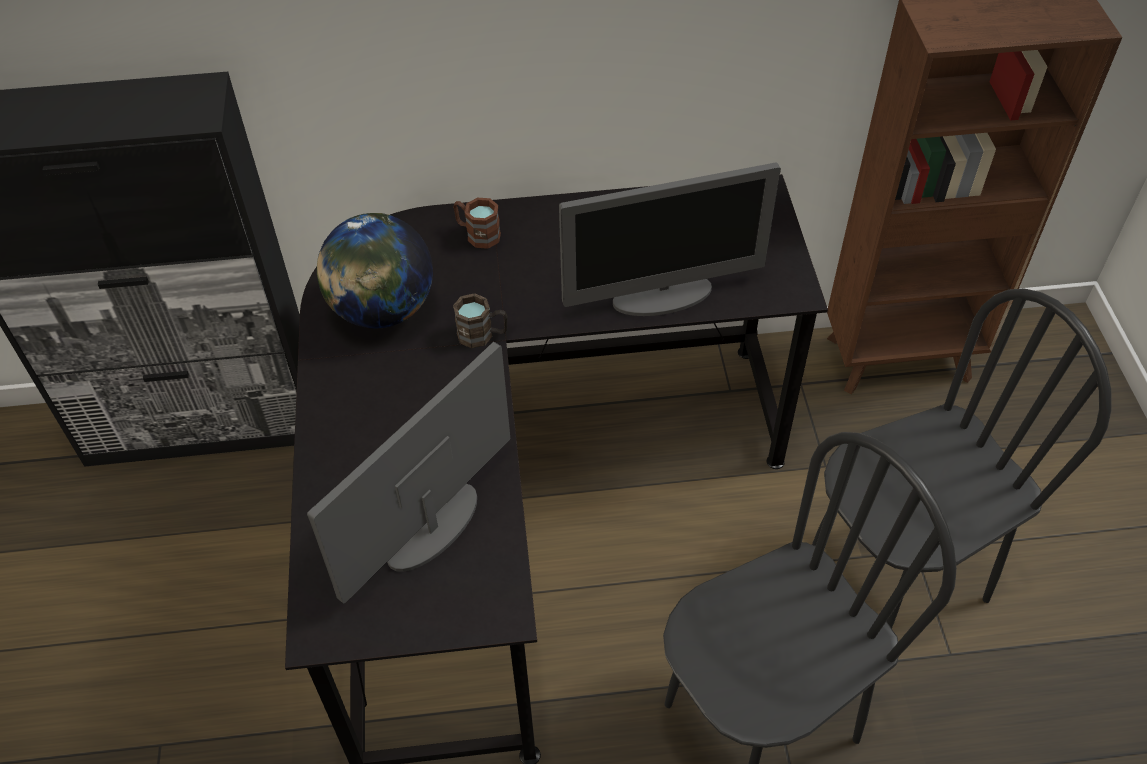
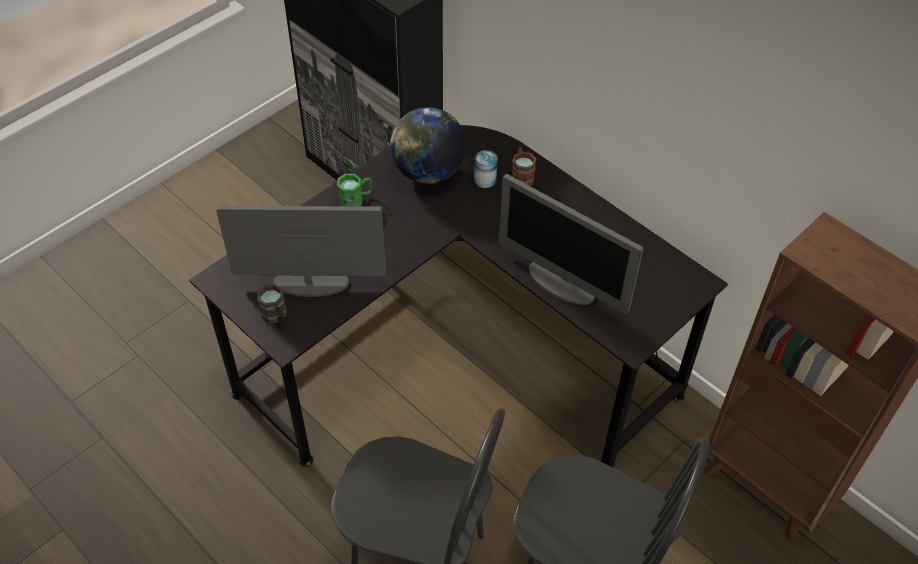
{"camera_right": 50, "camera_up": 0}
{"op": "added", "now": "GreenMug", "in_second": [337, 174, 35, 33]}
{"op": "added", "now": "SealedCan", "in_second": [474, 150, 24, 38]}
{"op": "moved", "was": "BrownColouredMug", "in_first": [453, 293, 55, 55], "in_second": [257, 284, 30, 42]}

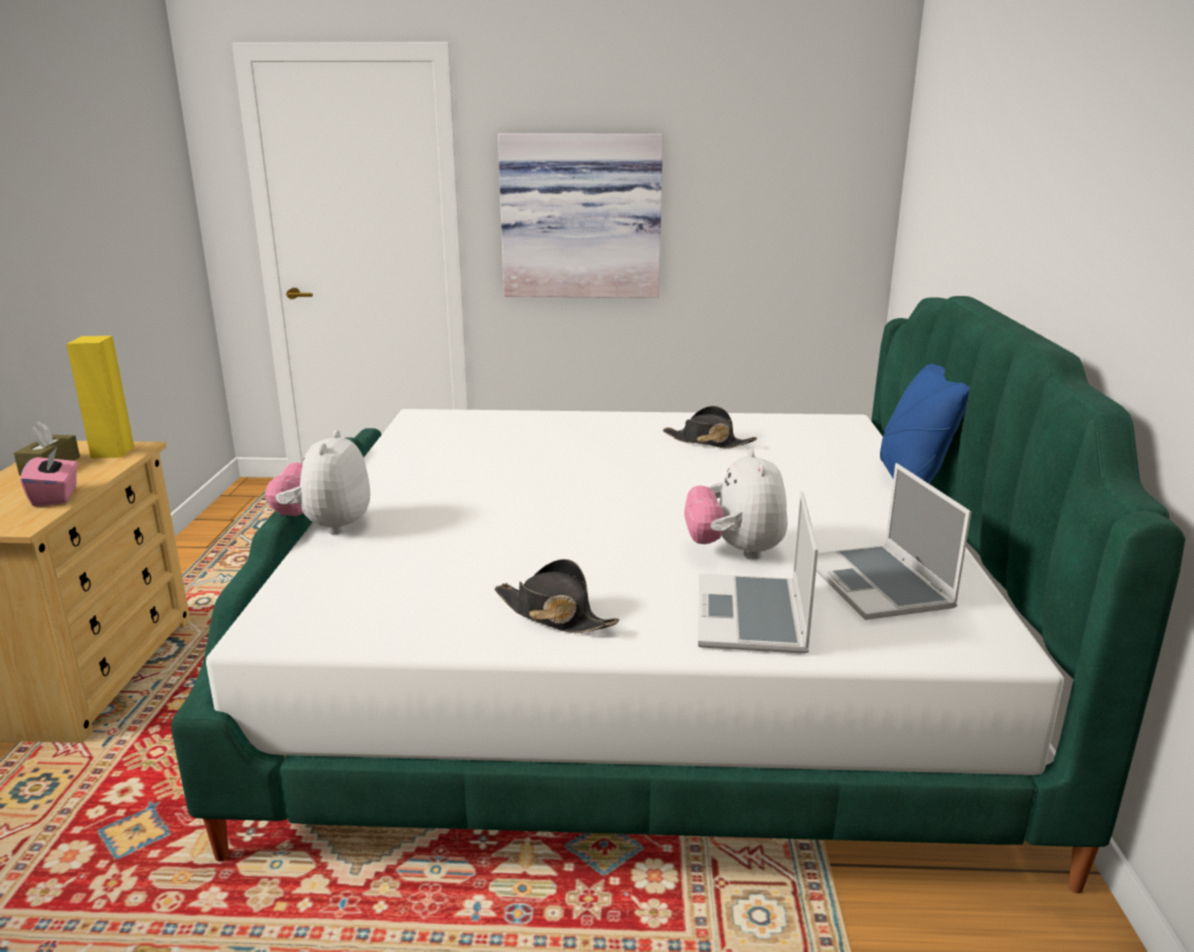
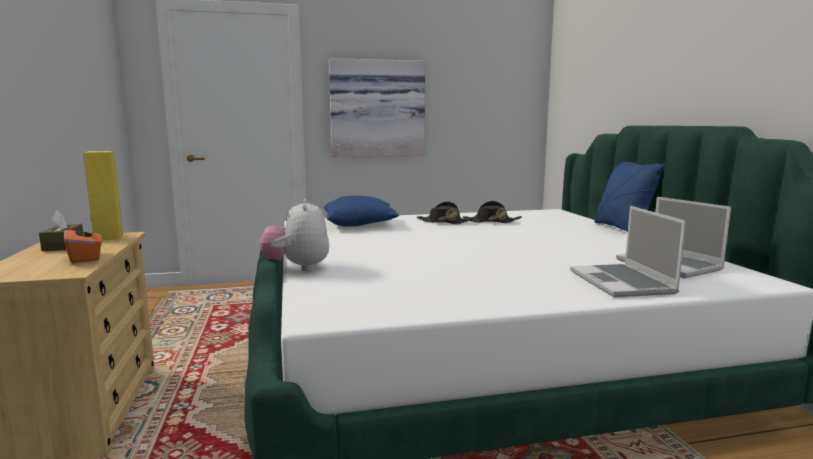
{"camera_right": -15, "camera_up": -10}
{"op": "removed", "was": "SoftToy", "in_first": [684, 449, 104, 111]}
{"op": "added", "now": "BlueThrowPillow", "in_second": [324, 196, 75, 31]}
{"op": "moved", "was": "BlackishHat", "in_first": [494, 559, 125, 74], "in_second": [416, 201, 58, 23]}
{"op": "recoloured", "was": "PinkBoxOfTissues", "now": "OrangeBoxOfTissues", "in_first": [20, 447, 58, 60], "in_second": [64, 222, 38, 41]}

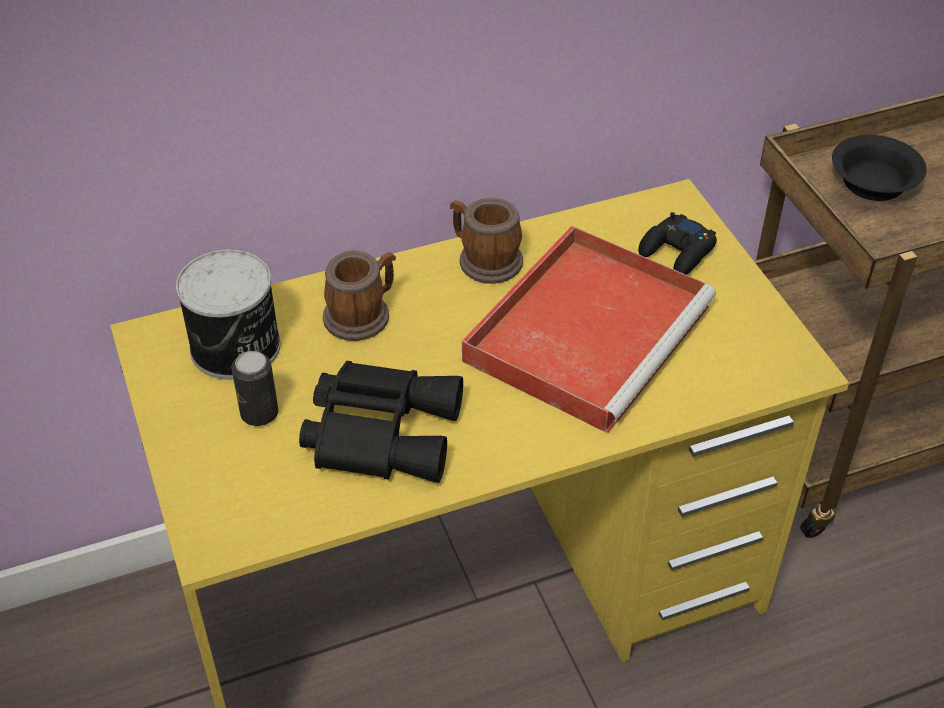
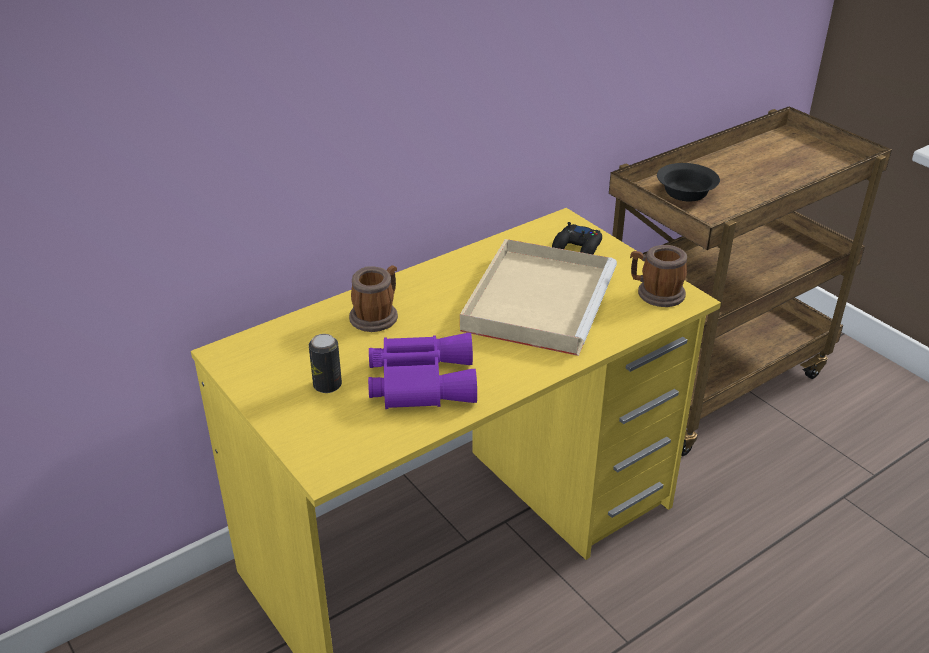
{"camera_right": -15, "camera_up": -10}
{"op": "removed", "was": "SealedCan", "in_first": [176, 250, 105, 130]}
{"op": "moved", "was": "Mug", "in_first": [450, 198, 73, 86], "in_second": [630, 245, 57, 62]}
{"op": "recoloured", "was": "BlackishBinoculars", "now": "PurplishBinoculars", "in_first": [299, 361, 164, 122], "in_second": [368, 333, 109, 76]}
{"op": "recoloured", "was": "ReddishServingTray", "now": "BeigeColouredServingTray", "in_first": [462, 226, 254, 207], "in_second": [460, 239, 157, 117]}

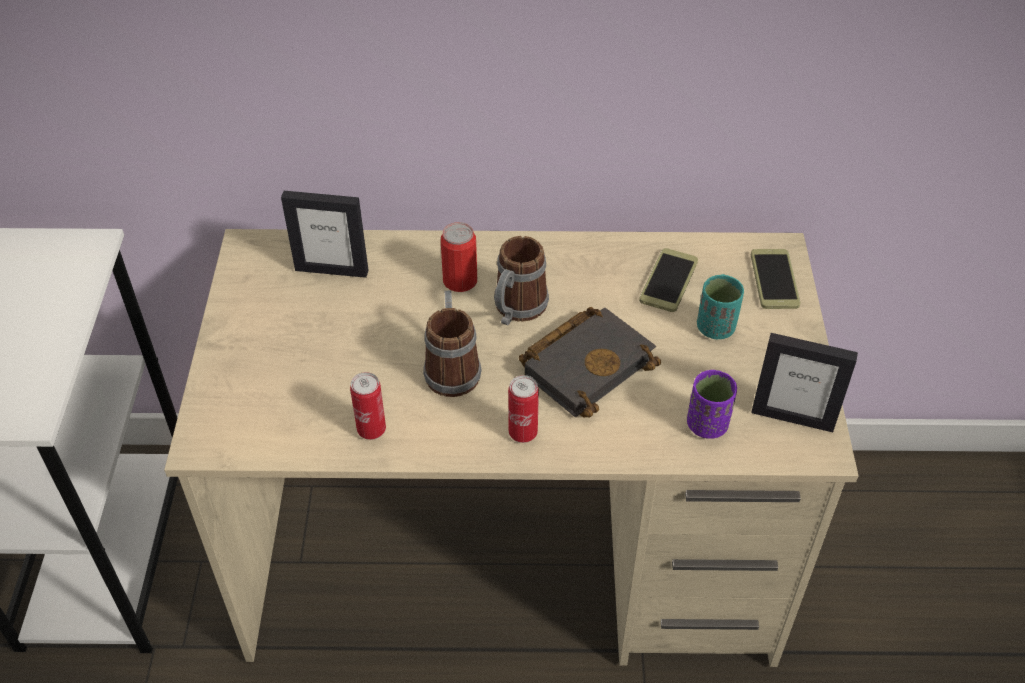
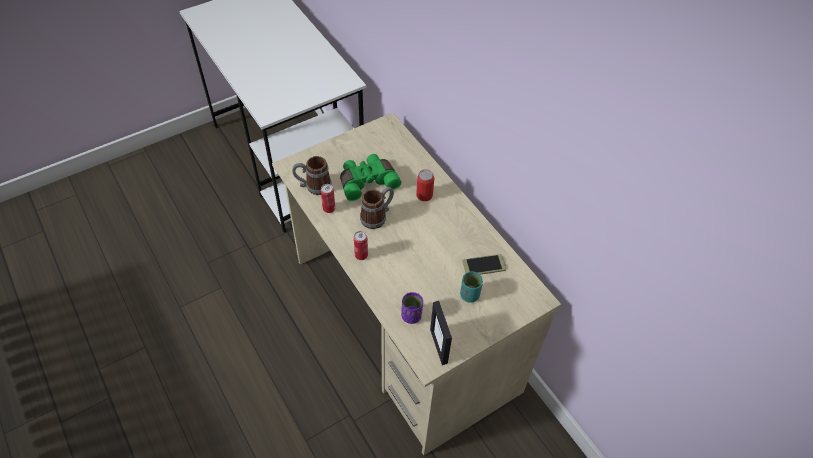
{"camera_right": 55, "camera_up": 5}
{"op": "removed", "was": "PictureFrame", "in_first": [281, 191, 88, 87]}
{"op": "removed", "was": "BlackishBook", "in_first": [519, 307, 142, 110]}
{"op": "removed", "was": "Handset", "in_first": [751, 249, 49, 60]}
{"op": "added", "now": "GreenBinoculars", "in_second": [340, 154, 61, 47]}
{"op": "moved", "was": "Mug", "in_first": [494, 236, 55, 89], "in_second": [292, 156, 40, 39]}

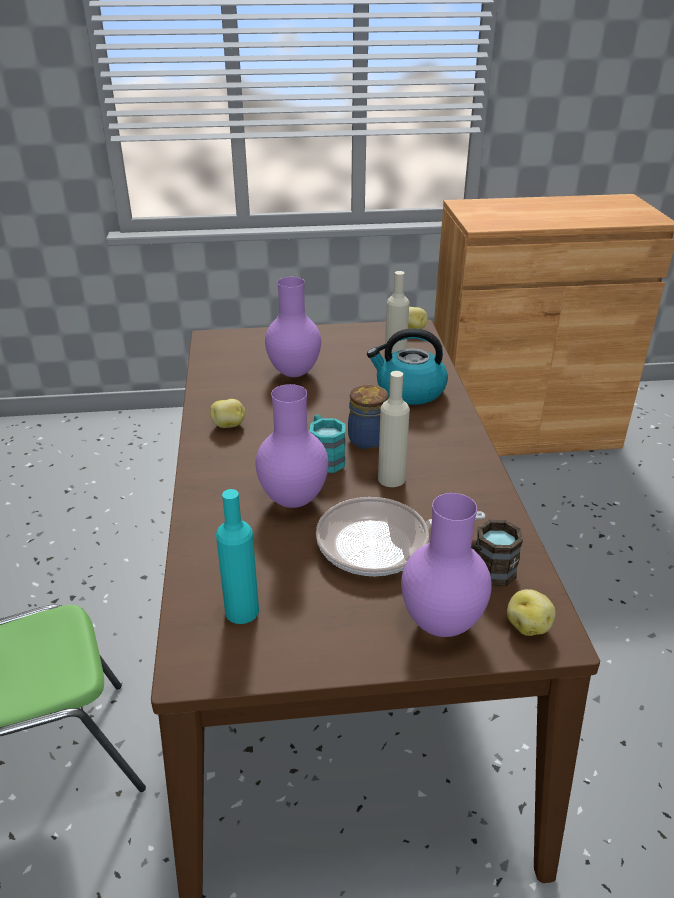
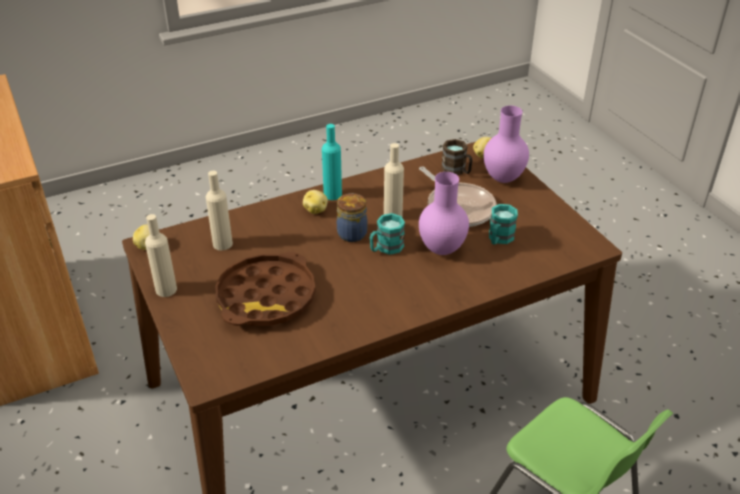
{"camera_right": -110, "camera_up": 5}
{"op": "removed", "was": "WaterKettle", "in_first": [367, 328, 81, 77]}
{"op": "added", "now": "BeigeColouredBottle", "in_second": [145, 214, 32, 83]}
{"op": "added", "now": "TurquoiseColouredMug", "in_second": [489, 204, 29, 41]}
{"op": "moved", "was": "Spud", "in_first": [210, 399, 36, 29], "in_second": [303, 190, 25, 24]}
{"op": "moved", "was": "TurquoiseColouredBottle", "in_first": [216, 489, 43, 135], "in_second": [322, 124, 20, 76]}
{"op": "replaced", "was": "PurplishFlowerVase", "now": "BrownColouredServingTray", "in_first": [265, 277, 56, 100], "in_second": [216, 252, 99, 74]}

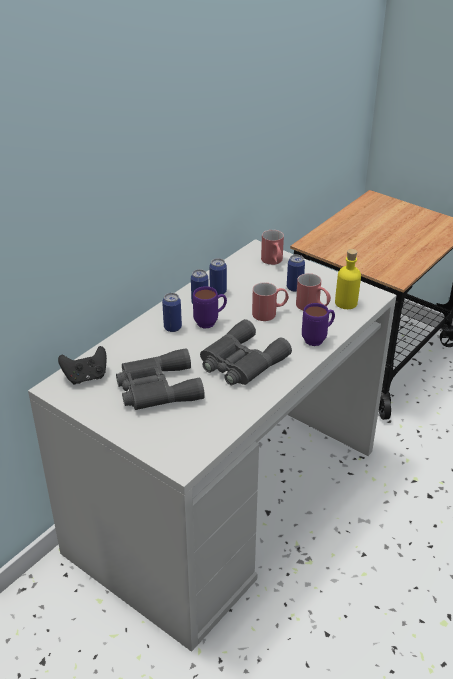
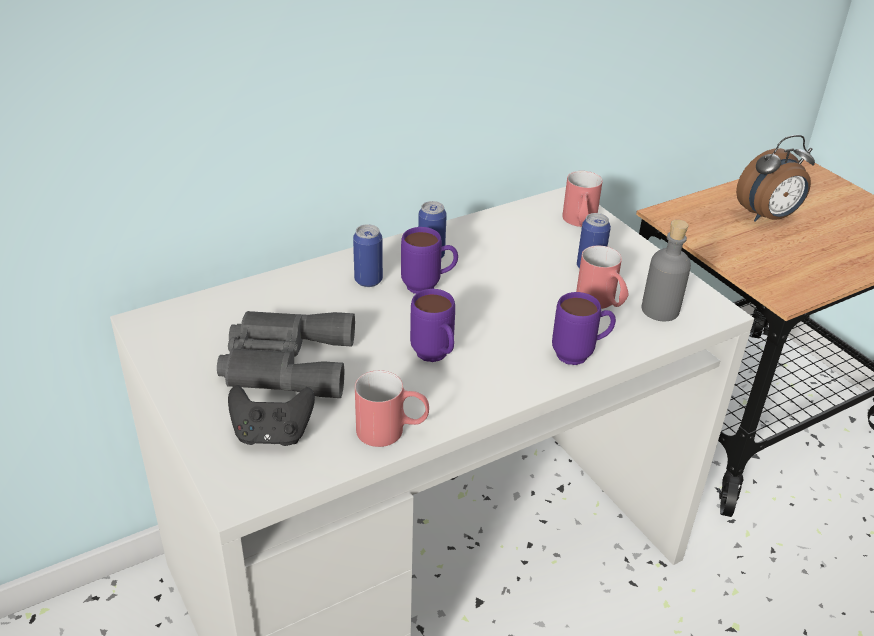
{"camera_right": 20, "camera_up": 0}
{"op": "removed", "was": "SealedCan", "in_first": [209, 258, 18, 37]}
{"op": "added", "now": "BedsideClock", "in_second": [736, 135, 79, 87]}
{"op": "moved", "was": "BlackishGameController", "in_first": [58, 346, 49, 39], "in_second": [228, 385, 87, 61]}
{"op": "moved", "was": "ReddishMug", "in_first": [252, 282, 37, 39], "in_second": [355, 370, 74, 77]}
{"op": "replaced", "was": "GrayBinoculars", "now": "PurplishMug", "in_first": [200, 319, 92, 66], "in_second": [410, 289, 45, 73]}
{"op": "recoloured", "was": "YellowishBottle", "now": "GrayBottle", "in_first": [335, 249, 26, 60], "in_second": [641, 220, 50, 101]}

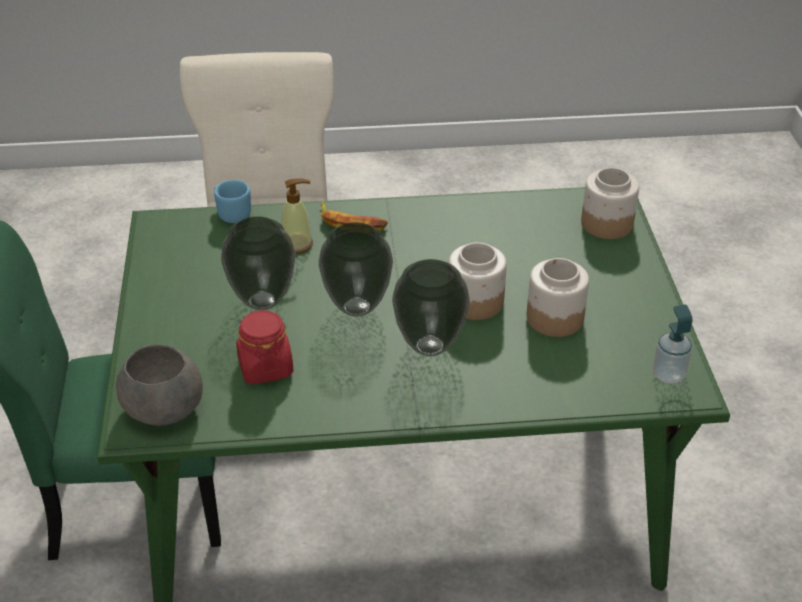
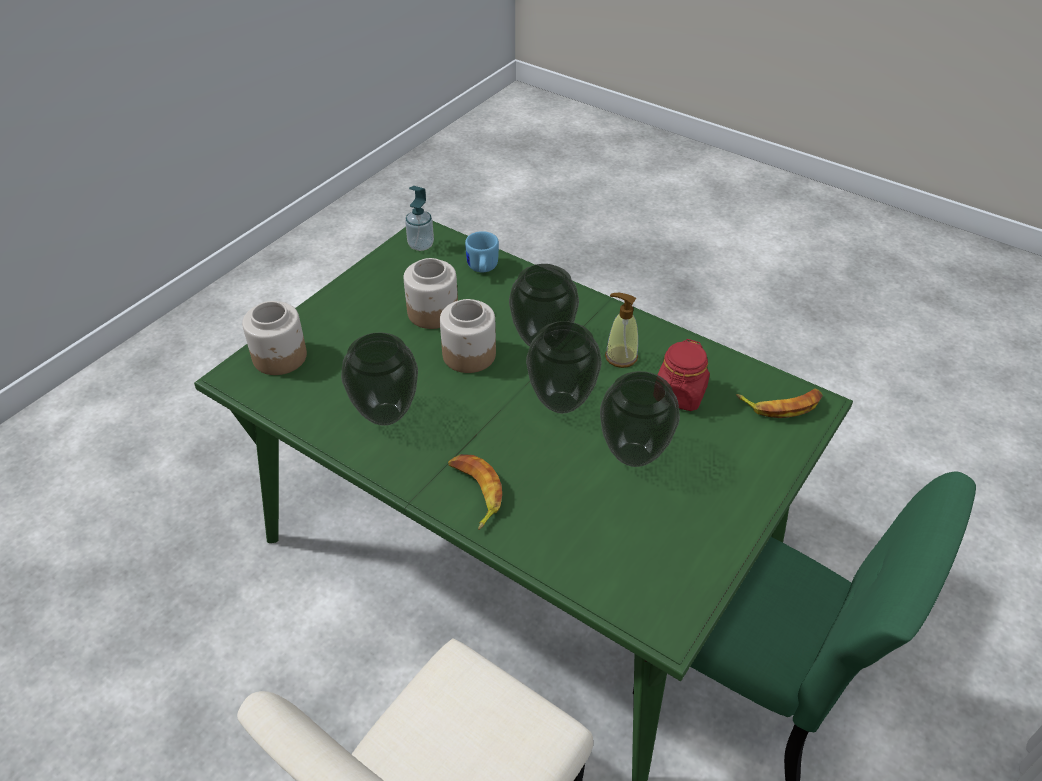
{"camera_right": -140, "camera_up": 5}
{"op": "added", "now": "FlowerVase", "in_second": [341, 333, 77, 93]}
{"op": "moved", "was": "BlueMug", "in_first": [214, 180, 37, 43], "in_second": [465, 231, 34, 41]}
{"op": "moved", "was": "SoapDispenser", "in_first": [281, 178, 32, 76], "in_second": [605, 293, 33, 75]}
{"op": "replaced", "was": "GrayServingBowl", "now": "Banana", "in_first": [116, 344, 87, 82], "in_second": [736, 388, 87, 30]}

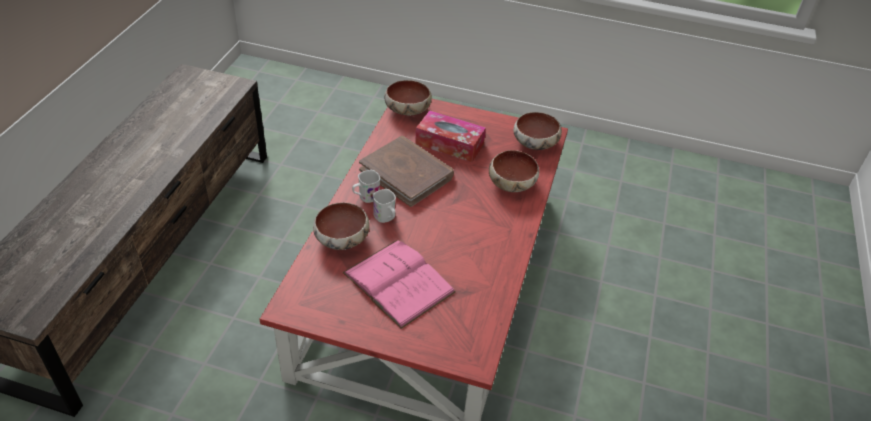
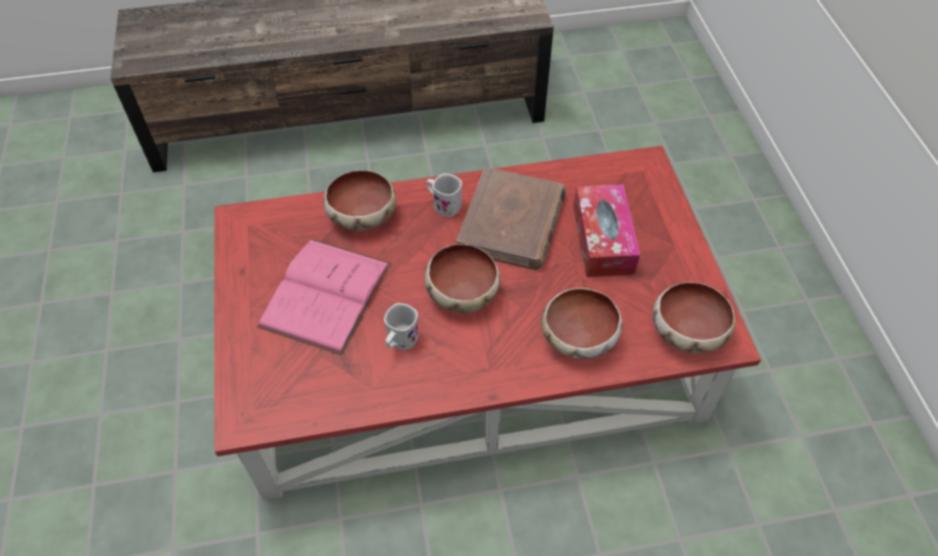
{"camera_right": 65, "camera_up": 10}
{"op": "moved", "was": "WhiteColouredMug", "in_first": [373, 189, 23, 34], "in_second": [384, 303, 35, 47]}
{"op": "moved", "was": "ServingBowl", "in_first": [384, 80, 48, 35], "in_second": [424, 244, 76, 69]}

